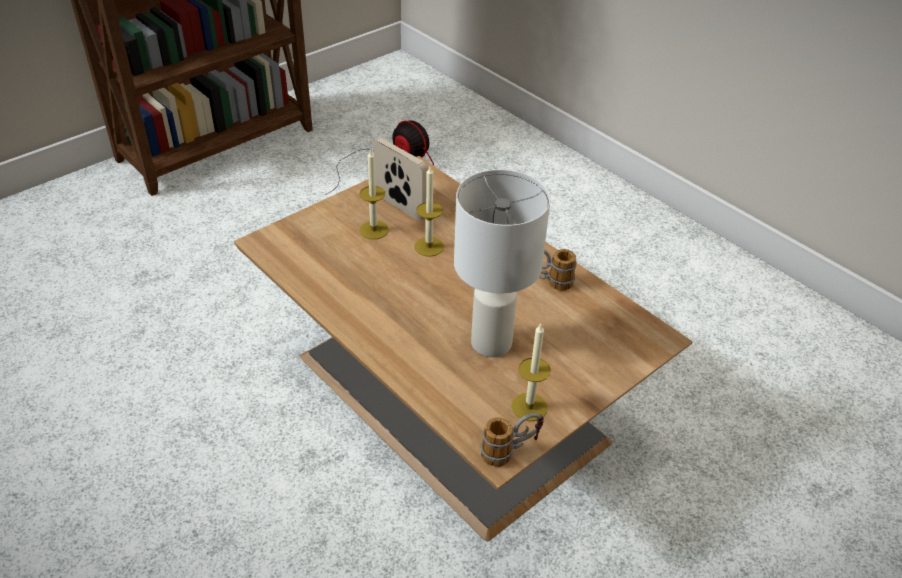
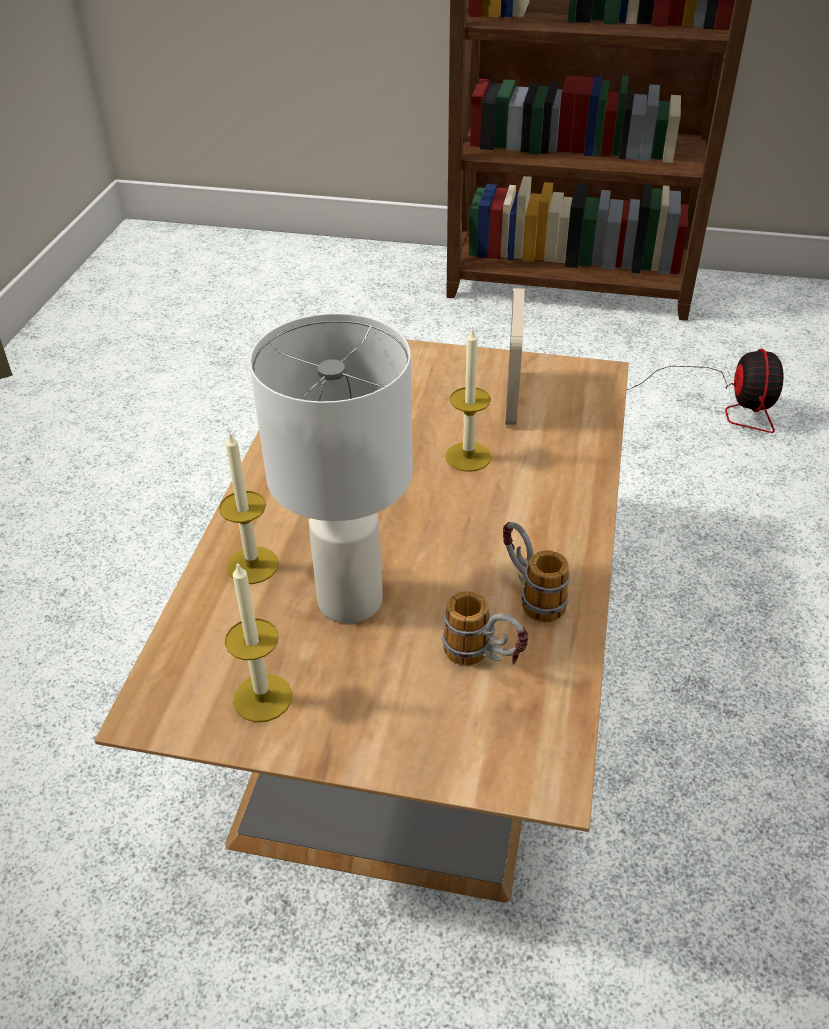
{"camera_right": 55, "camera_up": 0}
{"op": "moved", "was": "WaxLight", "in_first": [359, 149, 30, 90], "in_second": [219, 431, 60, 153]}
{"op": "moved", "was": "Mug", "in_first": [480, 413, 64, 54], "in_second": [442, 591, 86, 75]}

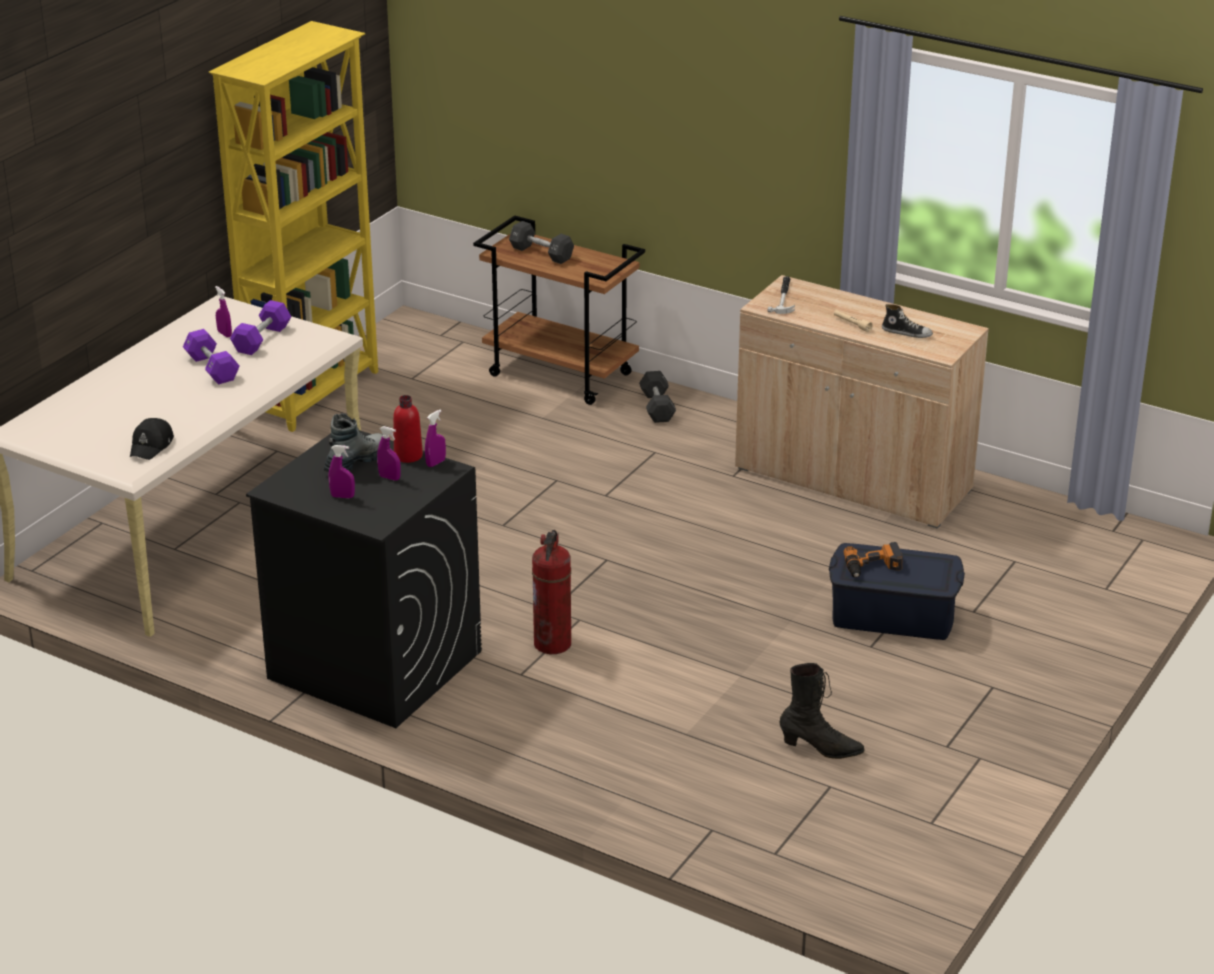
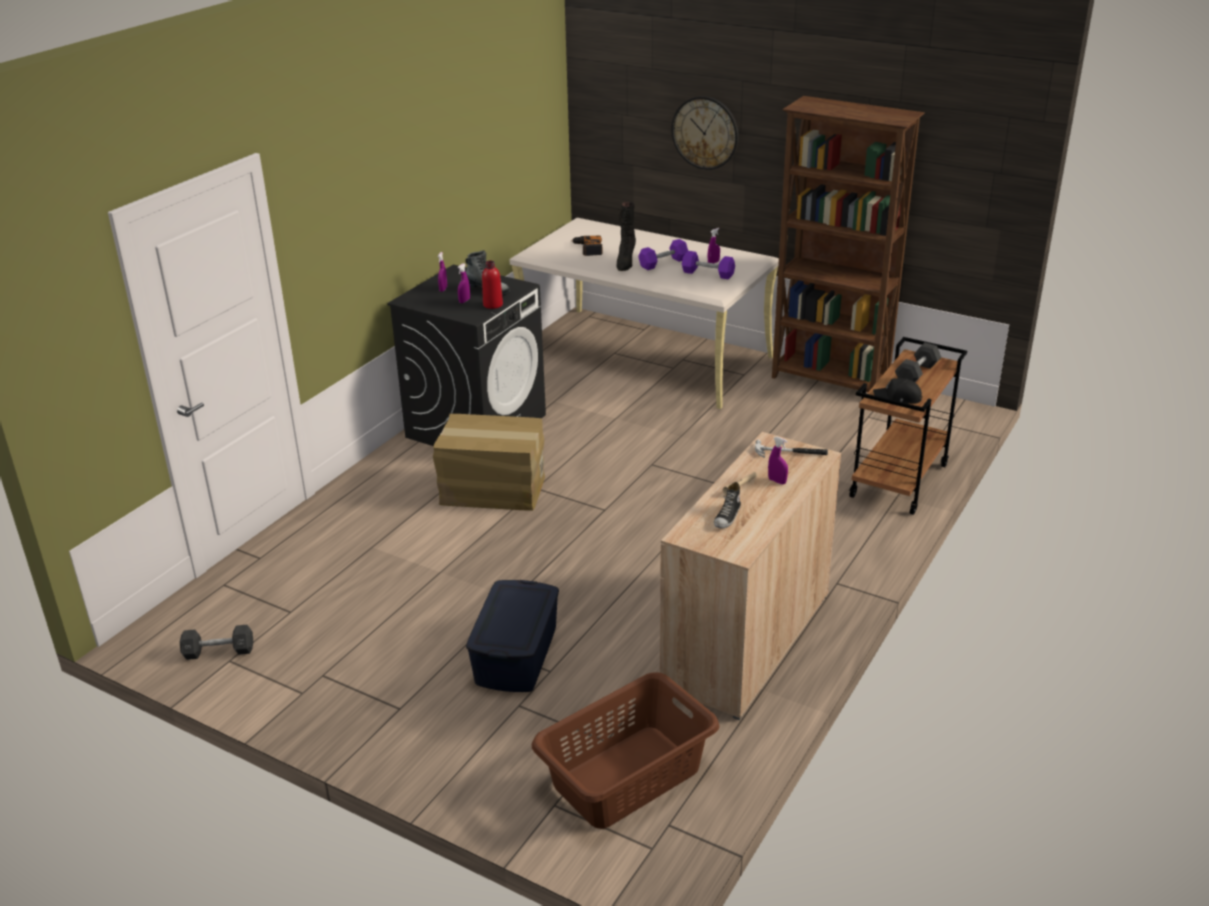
{"camera_right": 90, "camera_up": 0}
{"op": "added", "now": "BrownColouredLaundryBasket", "in_second": [532, 672, 187, 157]}
{"op": "added", "now": "HangingClock", "in_second": [671, 96, 68, 74]}
{"op": "moved", "was": "BlackishBaseballCap", "in_first": [130, 418, 44, 42], "in_second": [873, 378, 49, 26]}
{"op": "moved", "was": "PurplishSprayBottle", "in_first": [425, 409, 21, 58], "in_second": [768, 436, 20, 48]}
{"op": "moved", "was": "BlackishDumbbell", "in_first": [639, 371, 37, 52], "in_second": [180, 625, 73, 35]}
{"op": "moved", "was": "BlackishTallBoot", "in_first": [779, 663, 86, 96], "in_second": [616, 202, 20, 69]}
{"op": "moved", "was": "Drill", "in_first": [844, 542, 59, 36], "in_second": [571, 235, 32, 21]}
{"op": "replaced", "was": "FireExtinguisher", "now": "CardboardBox", "in_first": [532, 530, 39, 124], "in_second": [433, 414, 112, 97]}
{"op": "recoloured", "was": "YellowishShelvingUnit", "now": "BrownColouredShelvingUnit", "in_first": [209, 21, 169, 411], "in_second": [772, 96, 153, 296]}

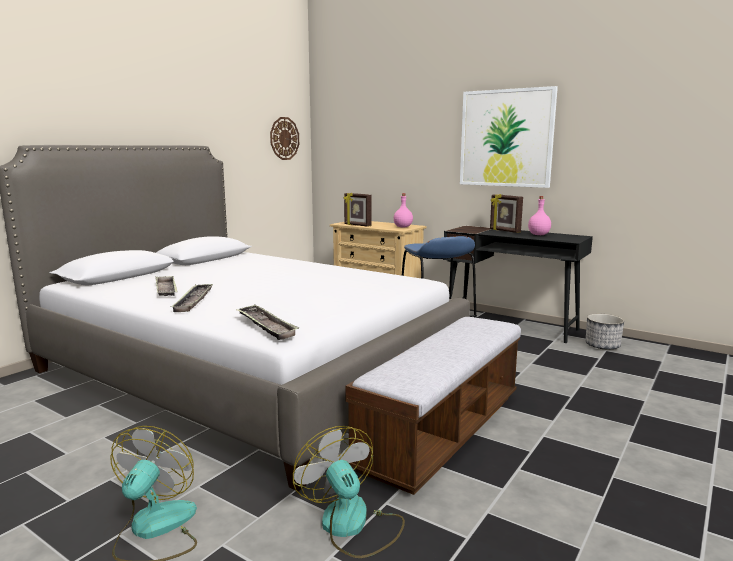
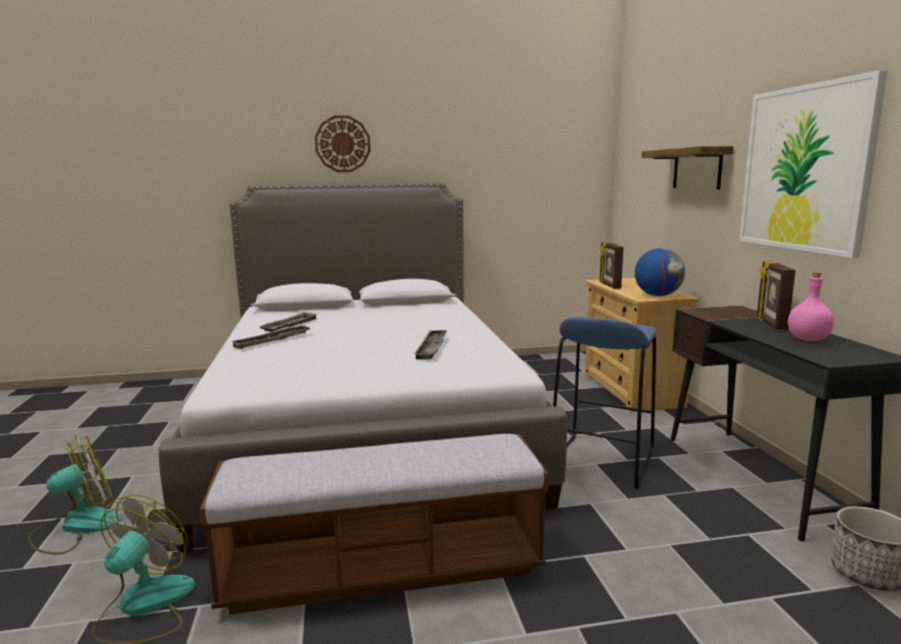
{"camera_right": 45, "camera_up": 0}
{"op": "added", "now": "Shelf", "in_second": [641, 146, 92, 43]}
{"op": "moved", "was": "ServingTray", "in_first": [236, 305, 63, 35], "in_second": [414, 330, 33, 29]}
{"op": "moved", "was": "HangingClock", "in_first": [270, 117, 29, 43], "in_second": [315, 116, 56, 56]}
{"op": "replaced", "was": "PinkBottle", "now": "WorldGlobe", "in_first": [394, 193, 19, 34], "in_second": [635, 248, 50, 48]}

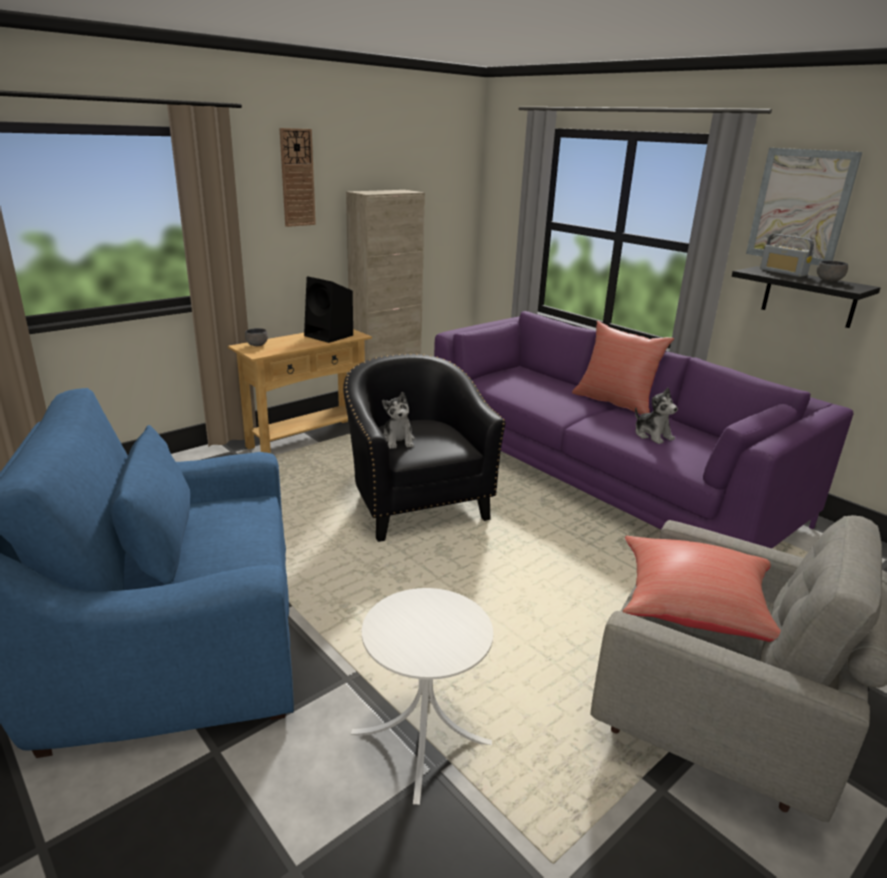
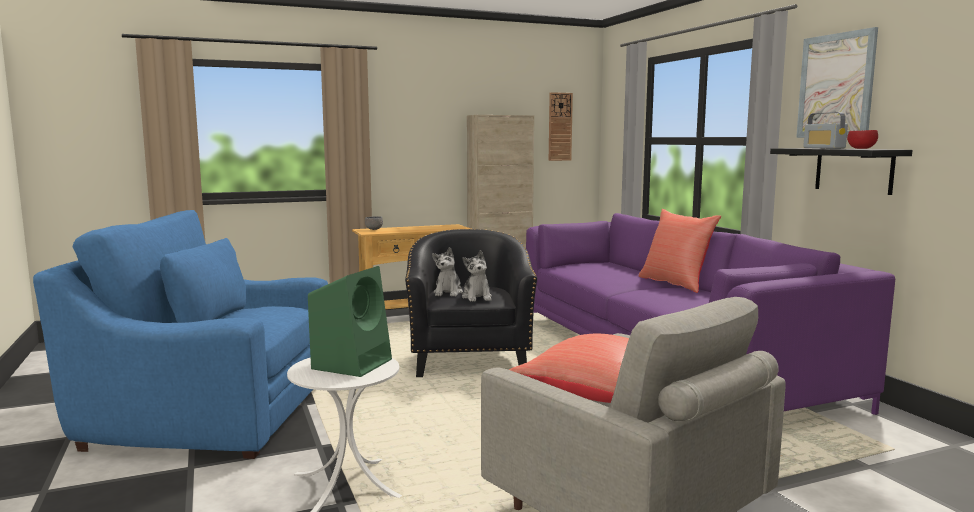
{"camera_right": 20, "camera_up": -15}
{"op": "removed", "was": "BlackishSpeaker", "in_first": [304, 276, 49, 67]}
{"op": "added", "now": "GreenSpeaker", "in_second": [308, 266, 84, 111]}
{"op": "moved", "was": "HangingClock", "in_first": [279, 128, 37, 99], "in_second": [549, 92, 24, 69]}
{"op": "moved", "was": "SoftToy", "in_first": [635, 388, 43, 56], "in_second": [462, 250, 30, 52]}
{"op": "recoloured", "was": "GrayServingBowl", "now": "ReddishServingBowl", "in_first": [817, 261, 31, 21], "in_second": [847, 130, 31, 19]}

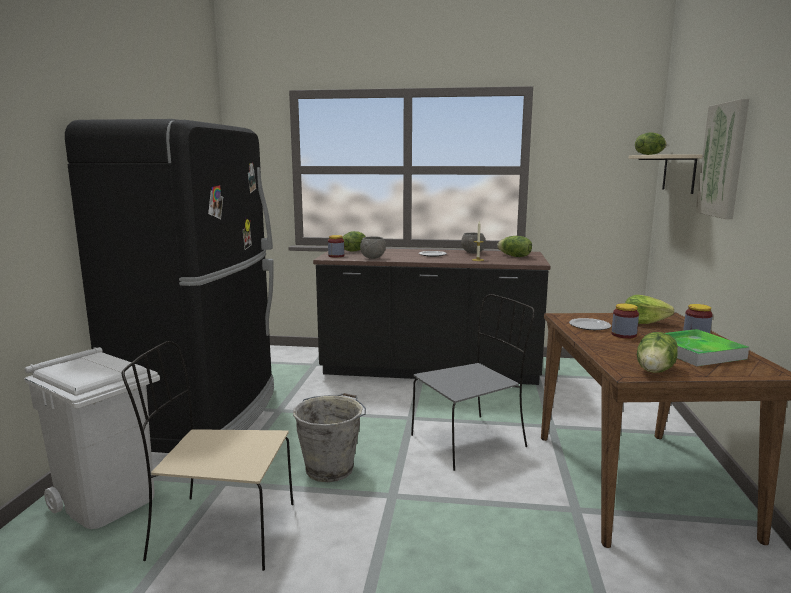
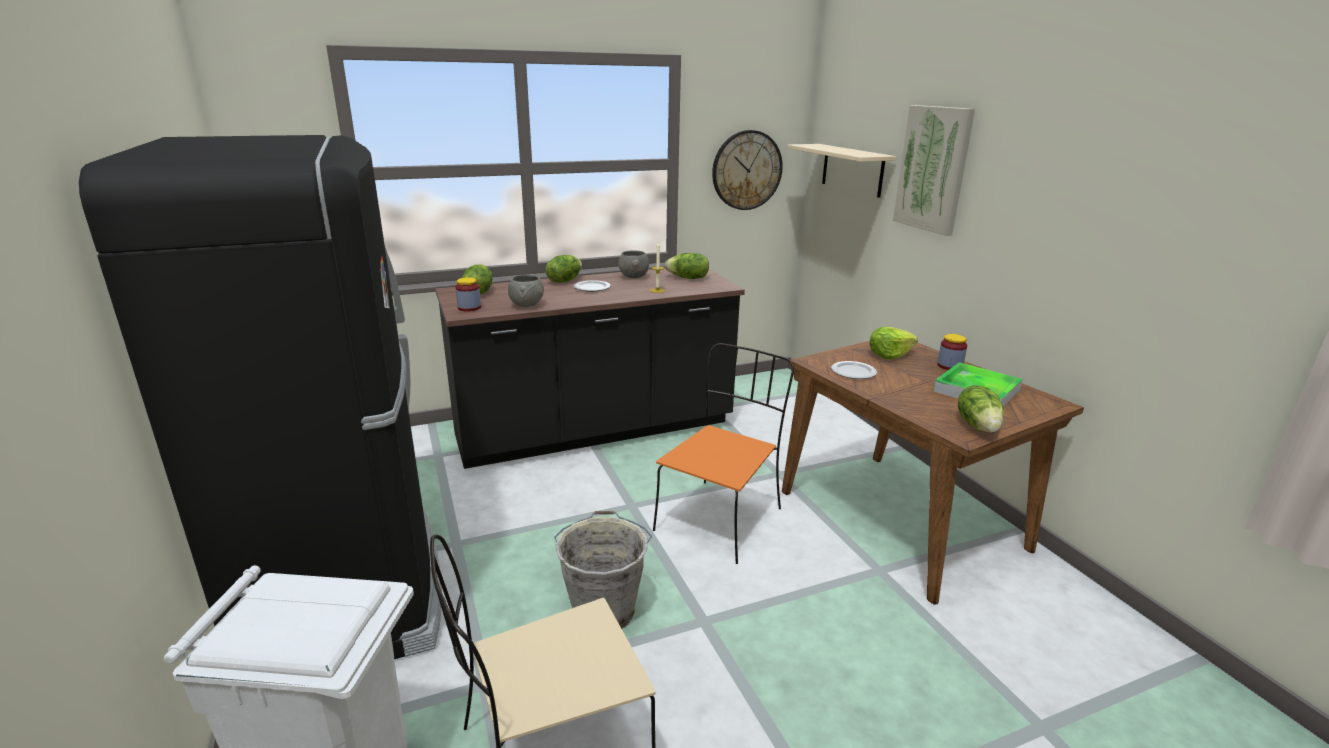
{"camera_right": -30, "camera_up": 10}
{"op": "removed", "was": "Jar", "in_first": [611, 303, 28, 35]}
{"op": "added", "now": "HangingClock", "in_second": [712, 130, 71, 80]}
{"op": "moved", "was": "HeadOfLettuce", "in_first": [635, 132, 32, 23], "in_second": [545, 255, 37, 28]}
{"op": "recoloured", "was": "GrayUprightChair", "now": "OrangeUprightChair", "in_first": [411, 294, 124, 177], "in_second": [653, 343, 141, 221]}

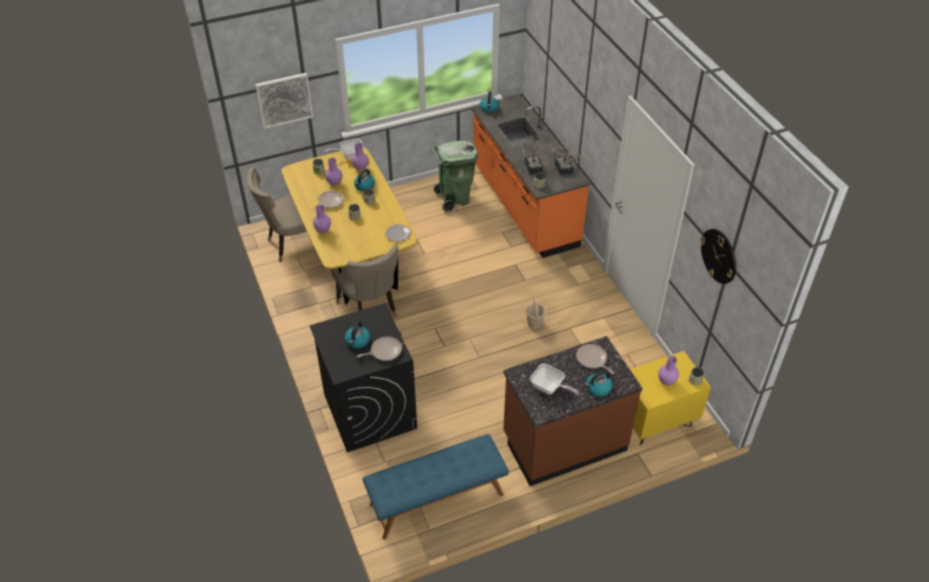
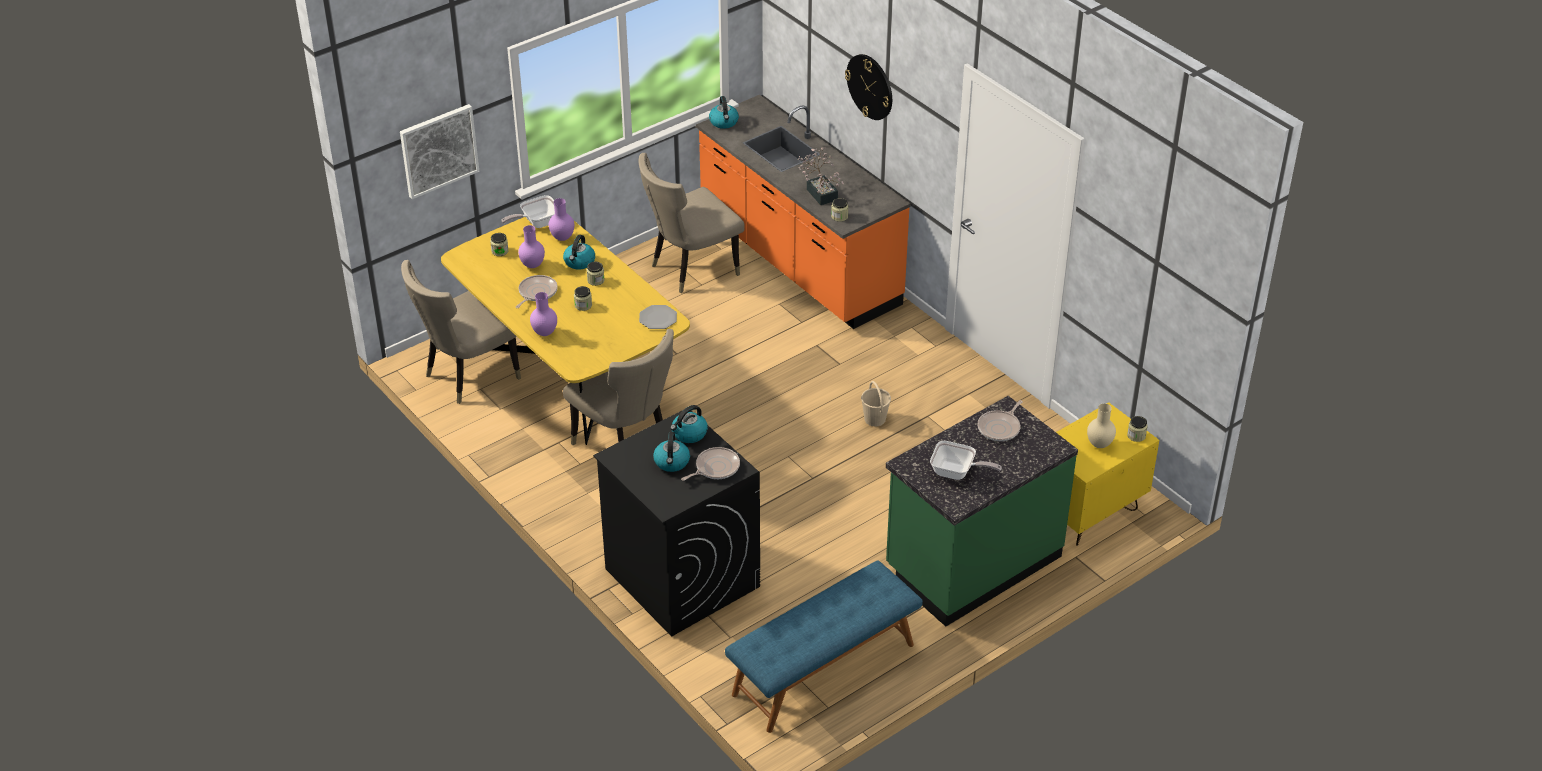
{"camera_right": -15, "camera_up": -5}
{"op": "removed", "was": "PottedPlant", "in_first": [552, 143, 29, 32]}
{"op": "moved", "was": "WaterKettle", "in_first": [585, 371, 27, 26], "in_second": [670, 405, 38, 38]}
{"op": "moved", "was": "HangingClock", "in_first": [700, 229, 36, 55], "in_second": [845, 54, 47, 66]}
{"op": "replaced", "was": "GreenTrashCan", "now": "BeigeColouredUprightChair", "in_first": [431, 141, 47, 71], "in_second": [639, 153, 106, 140]}
{"op": "recoloured", "was": "BrownColouredKitchenCounter", "now": "GreenKitchenCounter", "in_first": [503, 336, 139, 150], "in_second": [886, 396, 192, 231]}
{"op": "recoloured", "was": "PurplishFlowerVase", "now": "BeigeColouredFlowerVase", "in_first": [658, 356, 21, 29], "in_second": [1087, 403, 29, 45]}
{"op": "turned", "was": "Pan", "in_first": [576, 344, 38, 30], "in_second": [977, 400, 46, 41], "clockwise": -90}

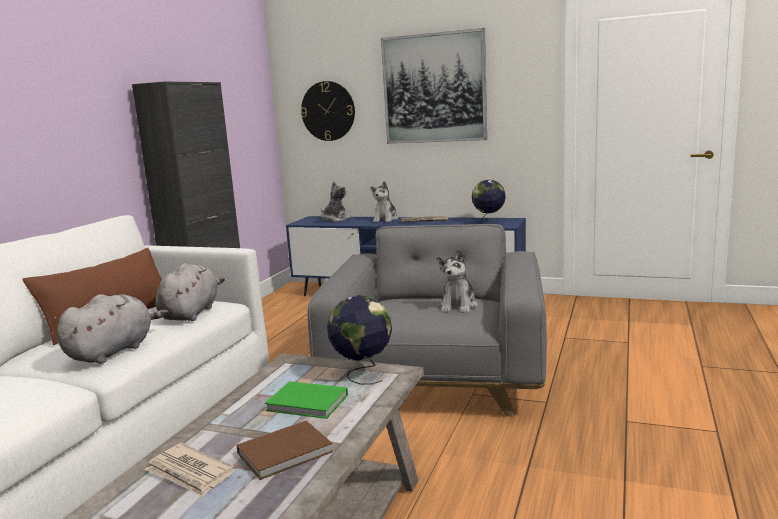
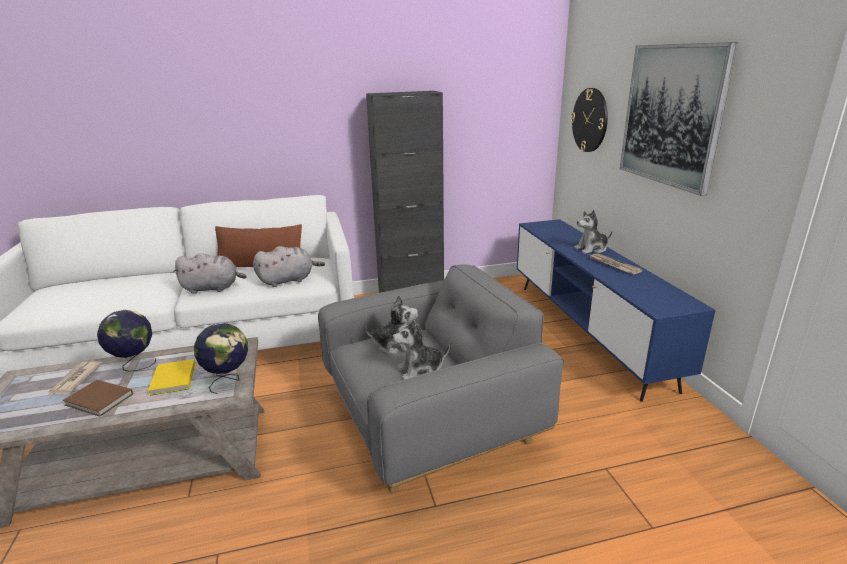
{"camera_right": 55, "camera_up": 10}
{"op": "moved", "was": "SoftToy", "in_first": [321, 181, 29, 41], "in_second": [365, 295, 53, 60]}
{"op": "moved", "was": "WorldGlobe", "in_first": [472, 180, 34, 44], "in_second": [97, 310, 59, 62]}
{"op": "recoloured", "was": "GreenBook", "now": "YellowishBook", "in_first": [265, 381, 83, 38], "in_second": [148, 359, 47, 37]}

